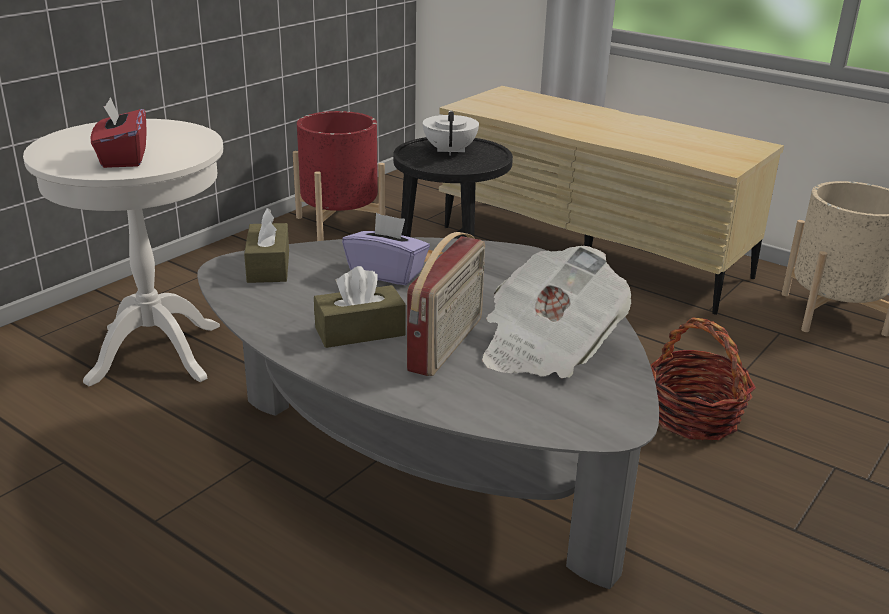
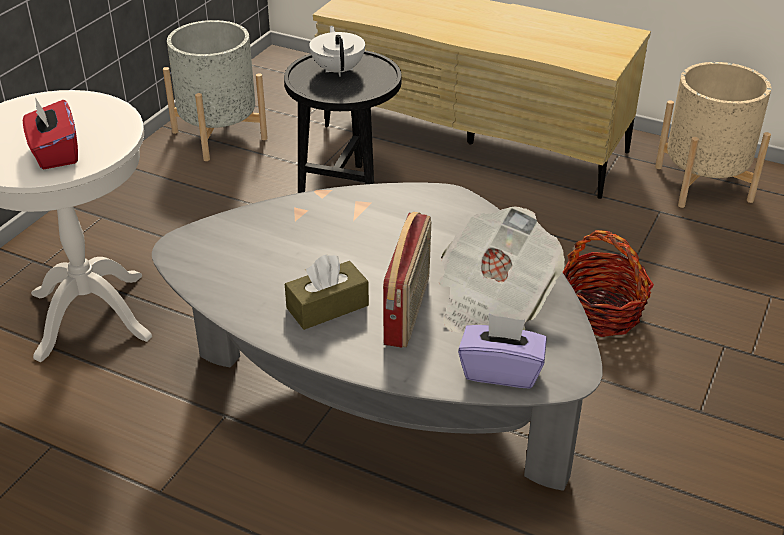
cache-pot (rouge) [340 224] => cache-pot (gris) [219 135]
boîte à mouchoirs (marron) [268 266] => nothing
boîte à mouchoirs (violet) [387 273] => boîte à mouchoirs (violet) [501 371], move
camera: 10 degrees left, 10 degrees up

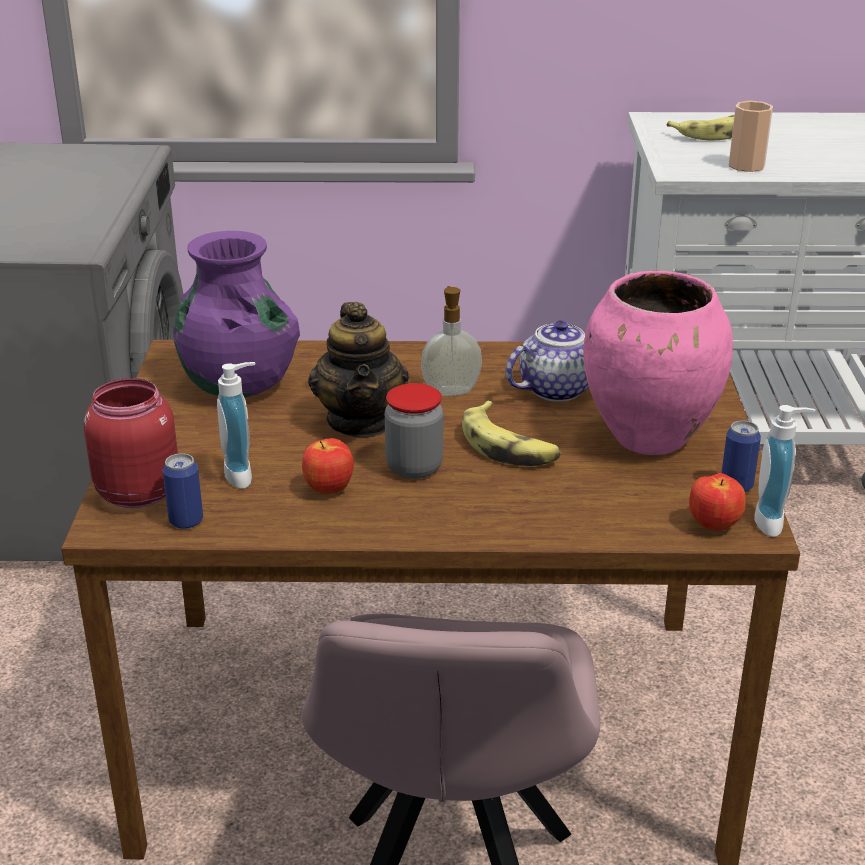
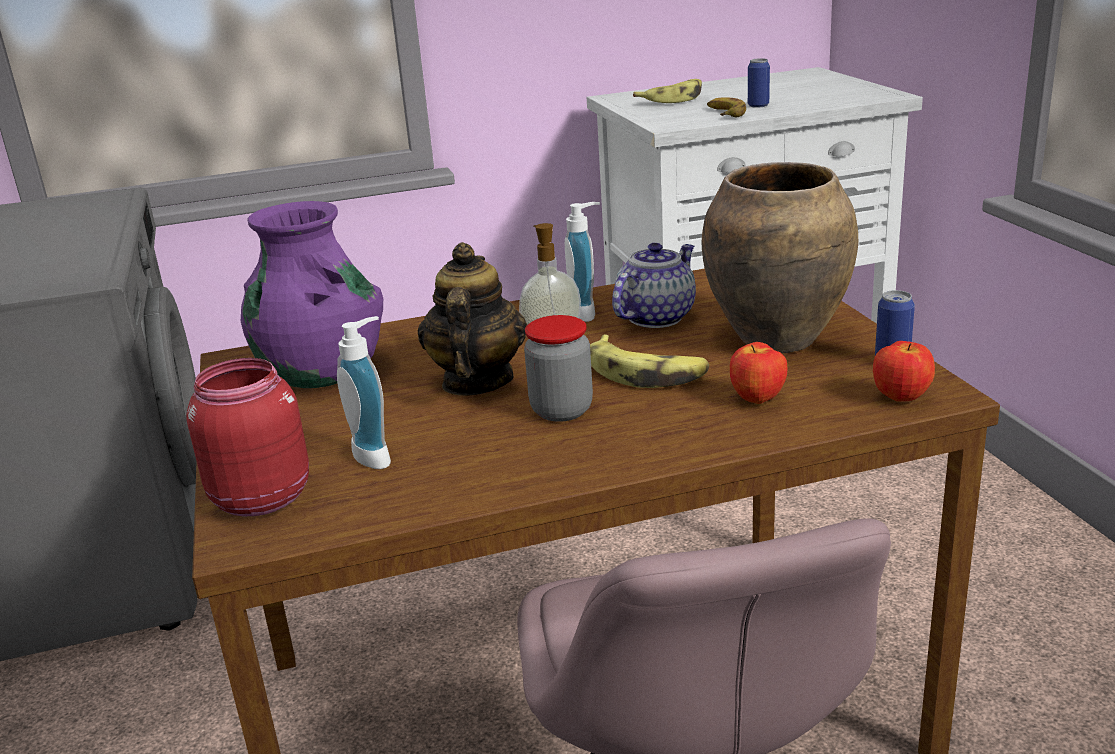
tasse [746 166] => banane [724 113]
vase (rose) [651 439] => vase (marron) [779 340]
théière [361 422] => théière [476 382], 150 degrees counterclockwise
distributeur de savon [775 522] => distributeur de savon [588 313], move
pomme [329 490] => pomme [757 400], move
boîte métallique [186 521] => boîte métallique [758 105], move
camera: 15 degrees left, 5 degrees down

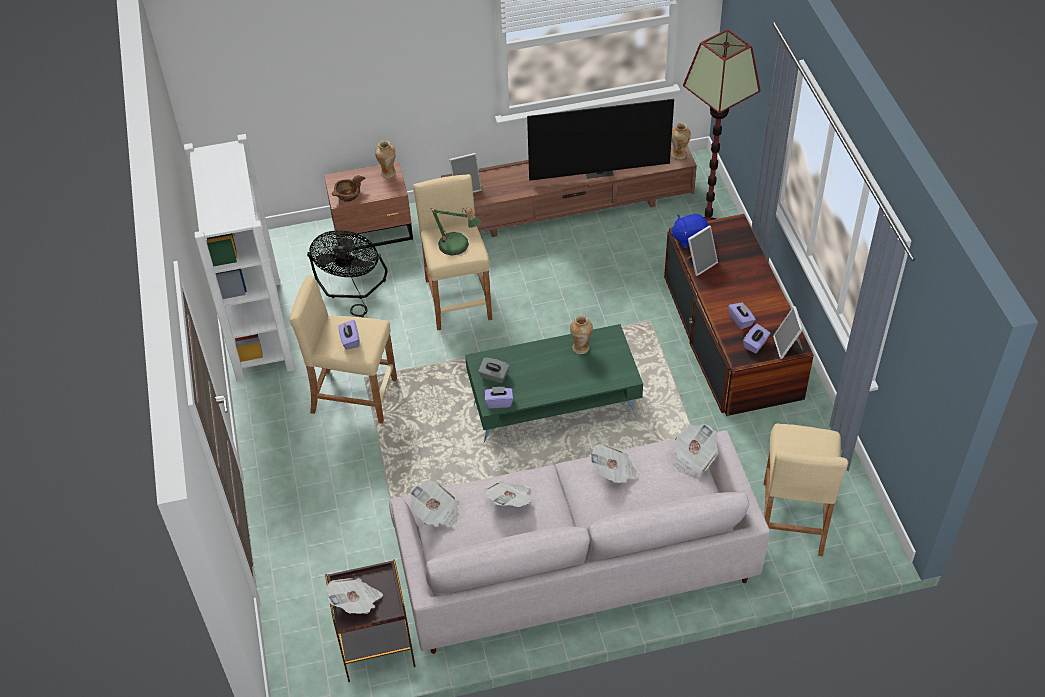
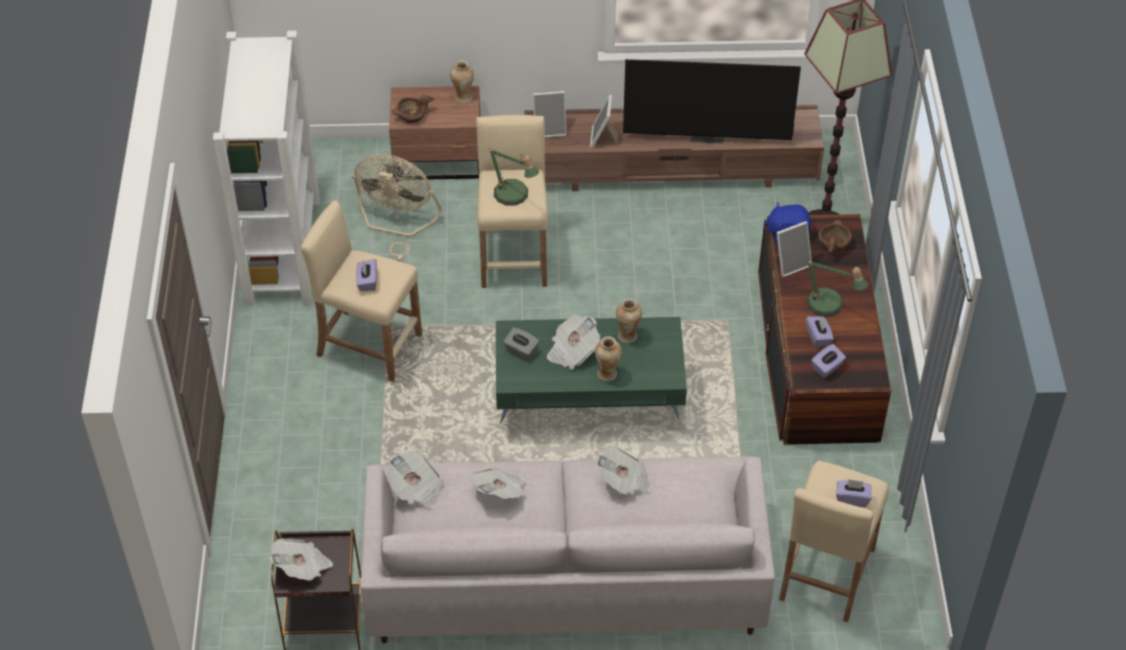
vase [679 154] => vase [607 374], move
ventilateur (noir) [351 290] => ventilateur (beige) [396 225]
cadre photo [787 346] => cadre photo [603 138], move
boîte à mouchoirs (violet) [499 402] => boîte à mouchoirs (violet) [852 499], move
journal [693 458] => journal [572 351], move
nothing => bol (marron) [833 244]
nothing => lampe de table [829 307]
camera: 10 degrees right, 0 degrees up

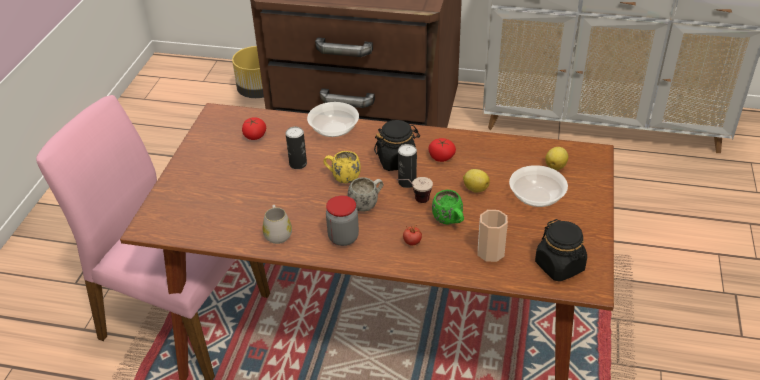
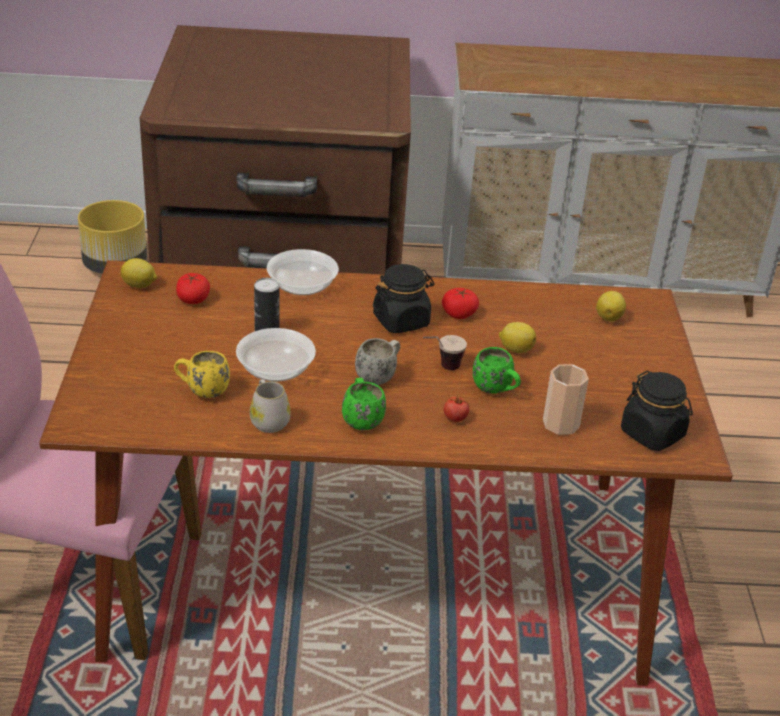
boîte métallique [407 182] => nothing
mug (jaune) [342 178] => mug (jaune) [202 391], move
bol [536 197] => bol [275 370], move
bocal [343 238] => mug (vert) [361 419]
nothing => citron [139 285]
camera: 15 degrees left, 5 degrees down

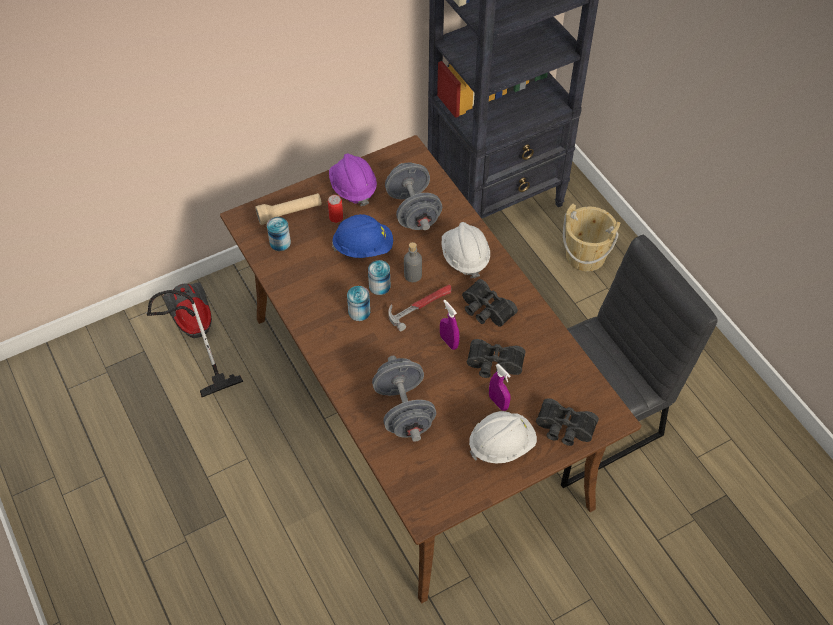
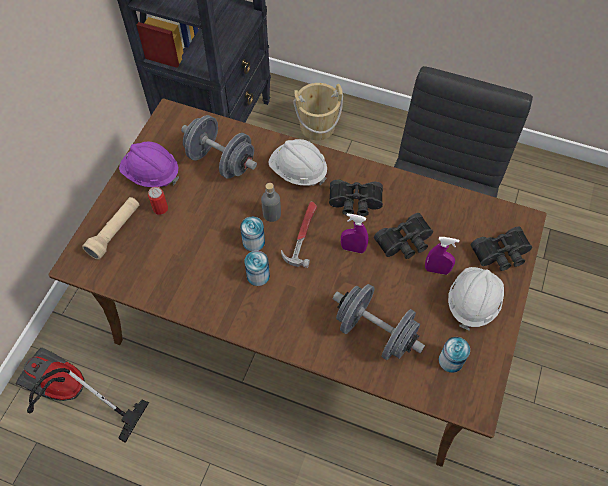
casque de chantier (bleu) [363 247] => nothing
boîte métallique [280 242] => boîte métallique [450 360], move
camera: 40 degrees left, 5 degrees up

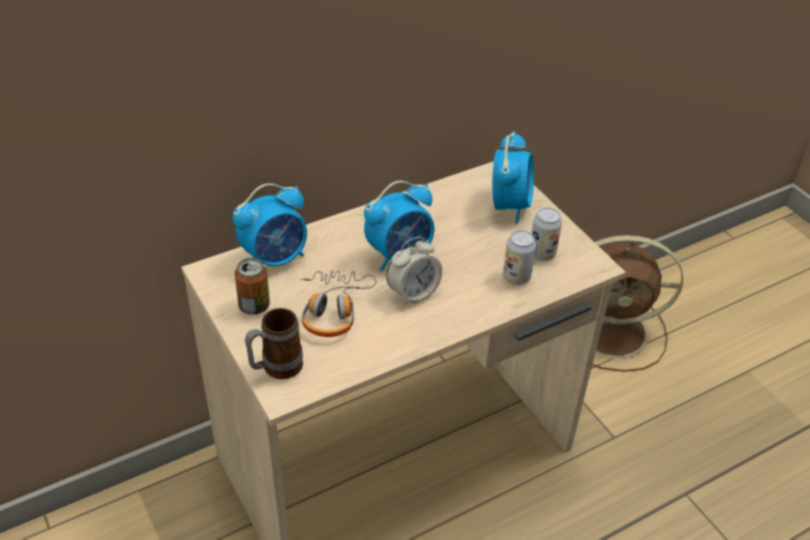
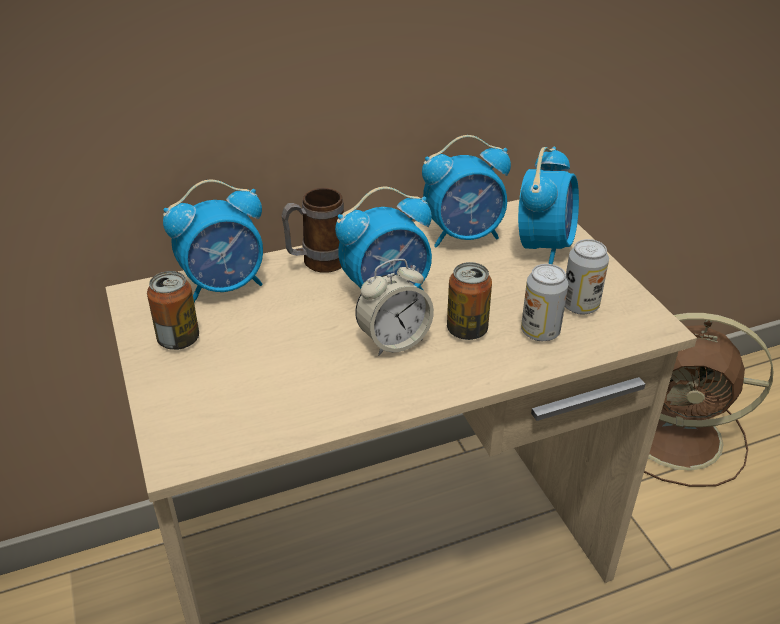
casque audio [333 310] => nothing
mug [275 369] => mug [316 263], move
nothing => réveil [464 236]
nothing => boîte métallique [467 330]
camera: 10 degrees right, 5 degrees down

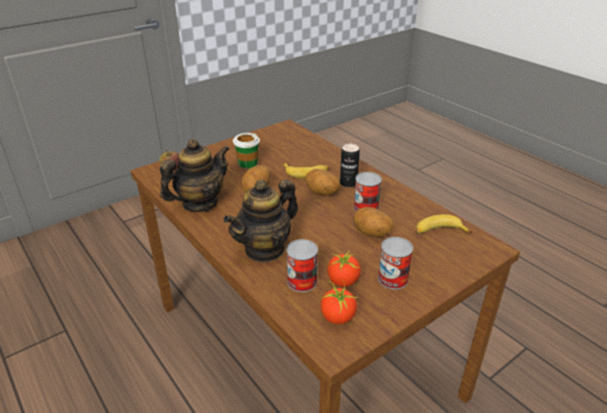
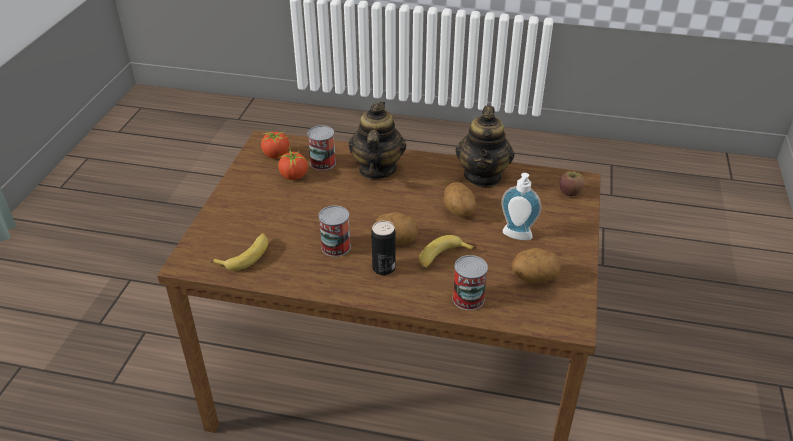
tasse [247 163] => distributeur de savon [516 237]
pomme de terre [371 234] => pomme de terre [534 278], move
boîte métallique [392 279] => boîte métallique [468 298], move
camera: 140 degrees right, 5 degrees up

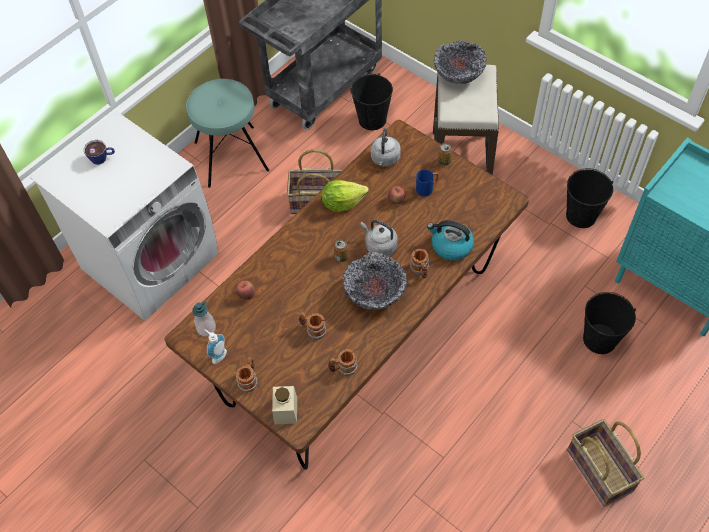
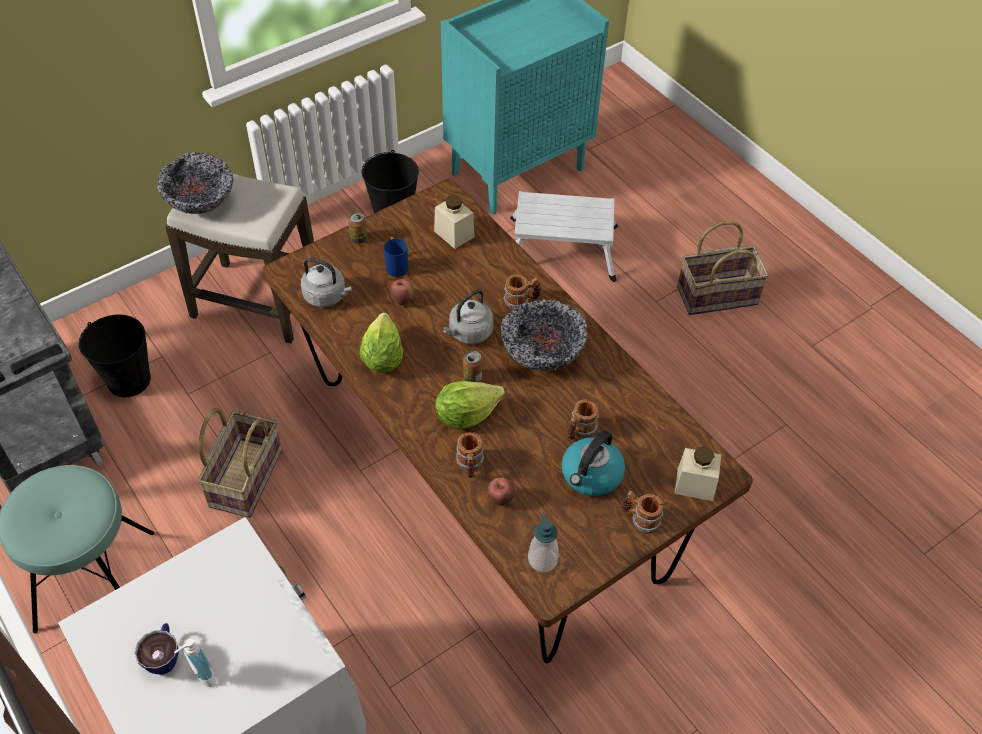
bouilloire [451 246] => bouilloire [591 475], move
seau (noir) [600 339] => escabeau (blanc) [562 248]
distributeur de savon [217 355] => distributeur de savon [201 676], move
mug [343 368] => mug [470 465], move
nothing => bocal (beige) [454 234]
nothing => laitue [466 415]
camera: 80 degrees left, 5 degrees down

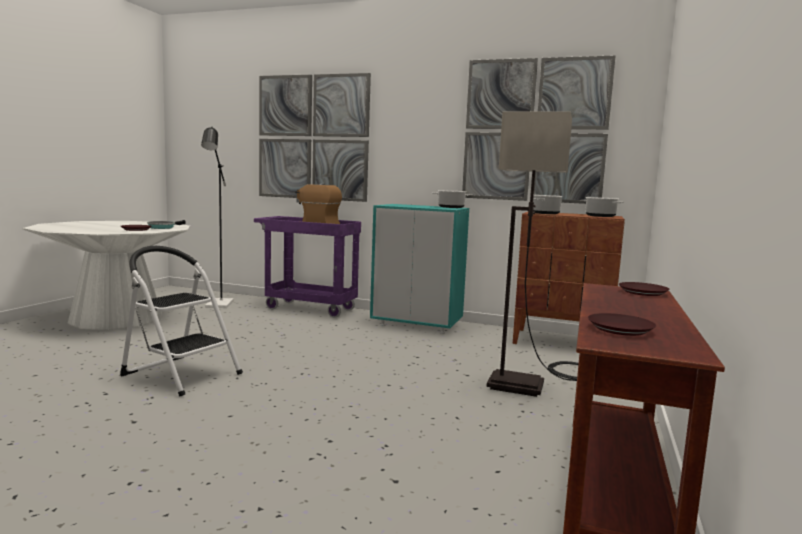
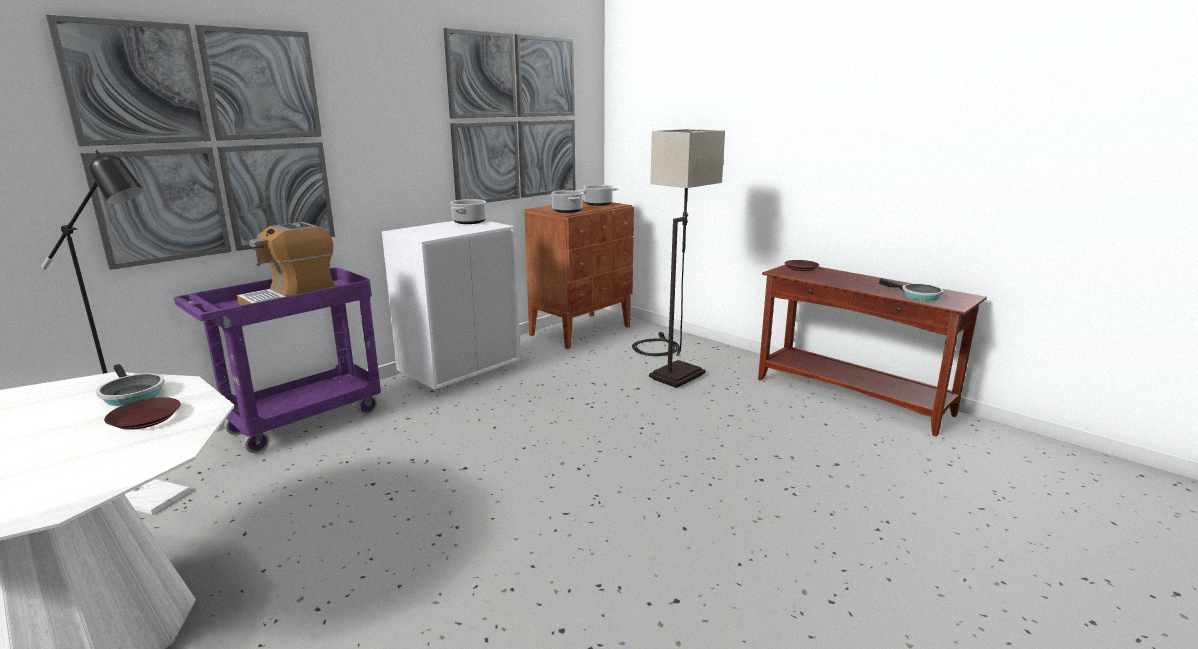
meuble de rangement (turquoise) [418 324] => meuble de rangement (blanc) [460 373]
escabeau [180 374] => nothing
assiette (marron) [619 329] => poêle [917 295]
camera: 65 degrees left, 10 degrees up

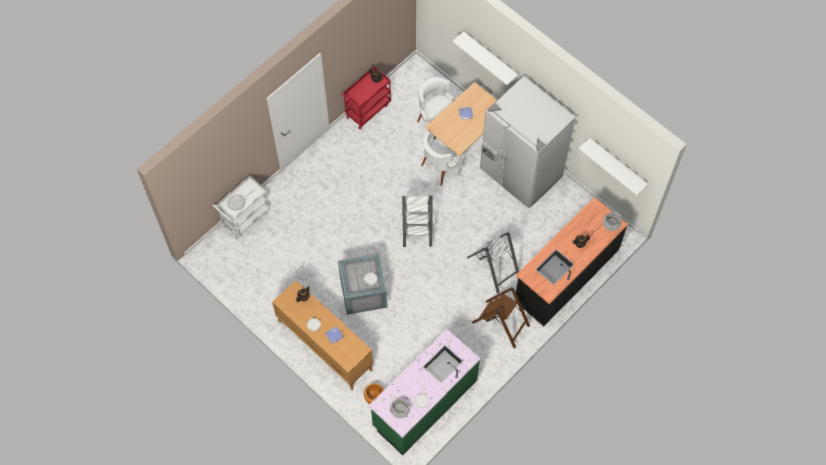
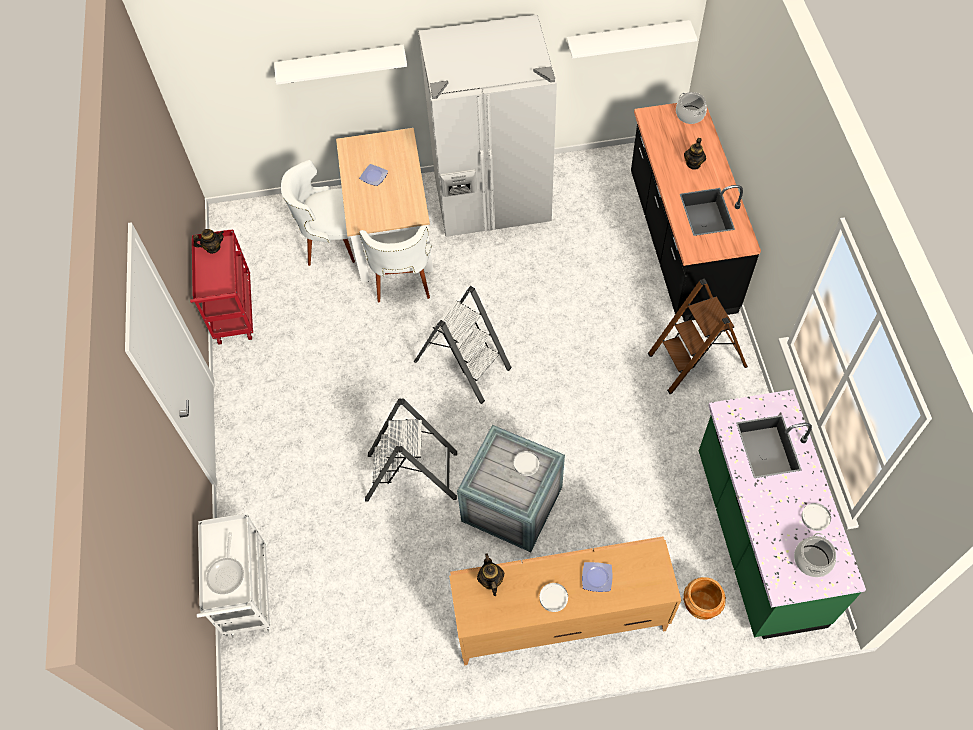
escabeau (gris) [494 267] => escabeau (gris) [413 475], move
camera: 50 degrees left, 5 degrees down

